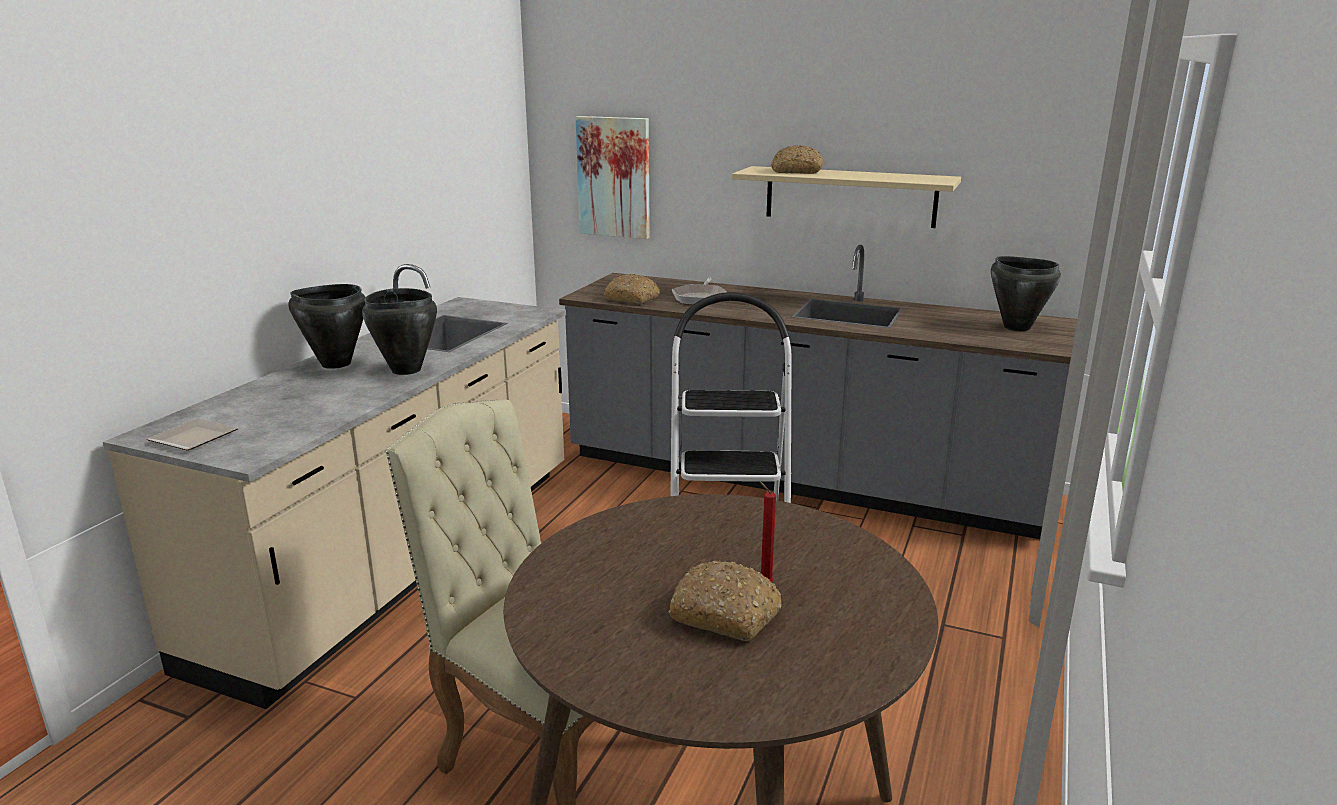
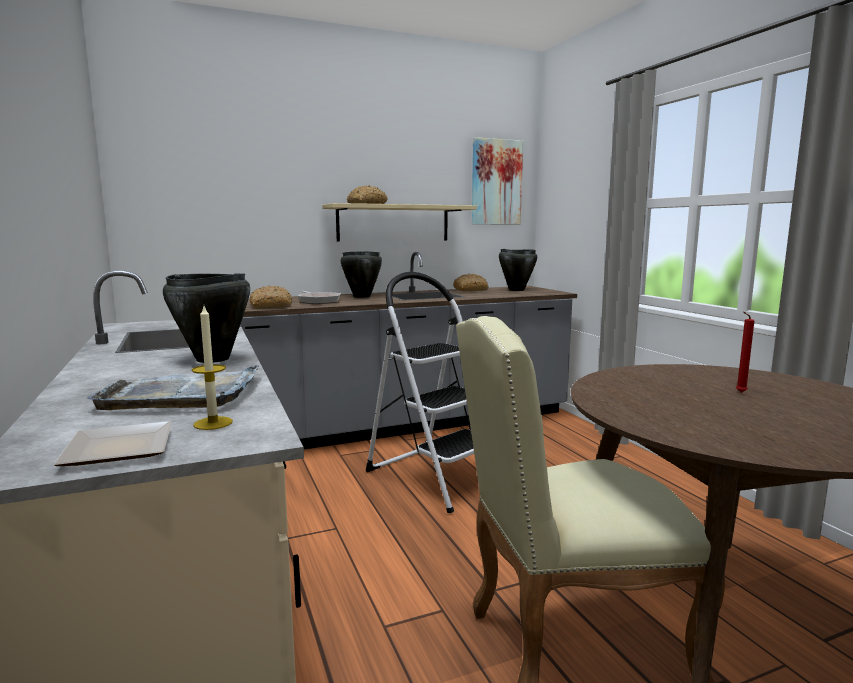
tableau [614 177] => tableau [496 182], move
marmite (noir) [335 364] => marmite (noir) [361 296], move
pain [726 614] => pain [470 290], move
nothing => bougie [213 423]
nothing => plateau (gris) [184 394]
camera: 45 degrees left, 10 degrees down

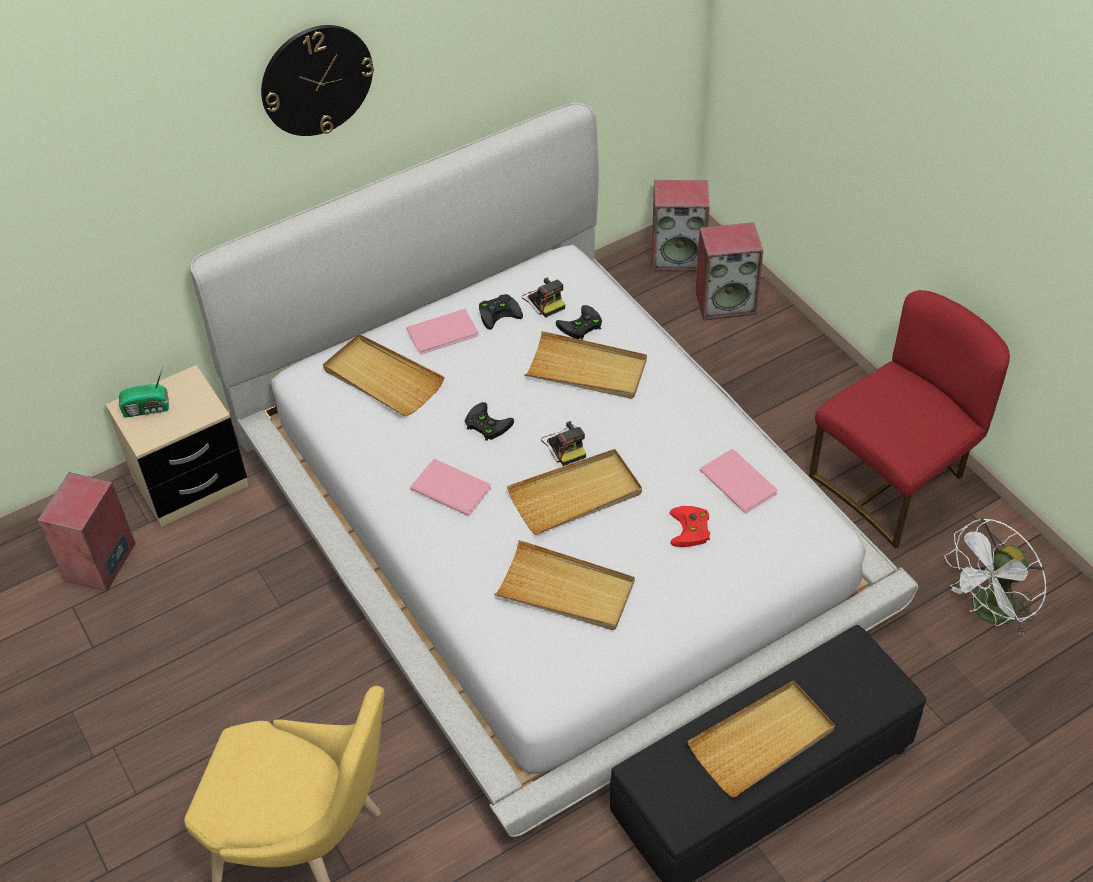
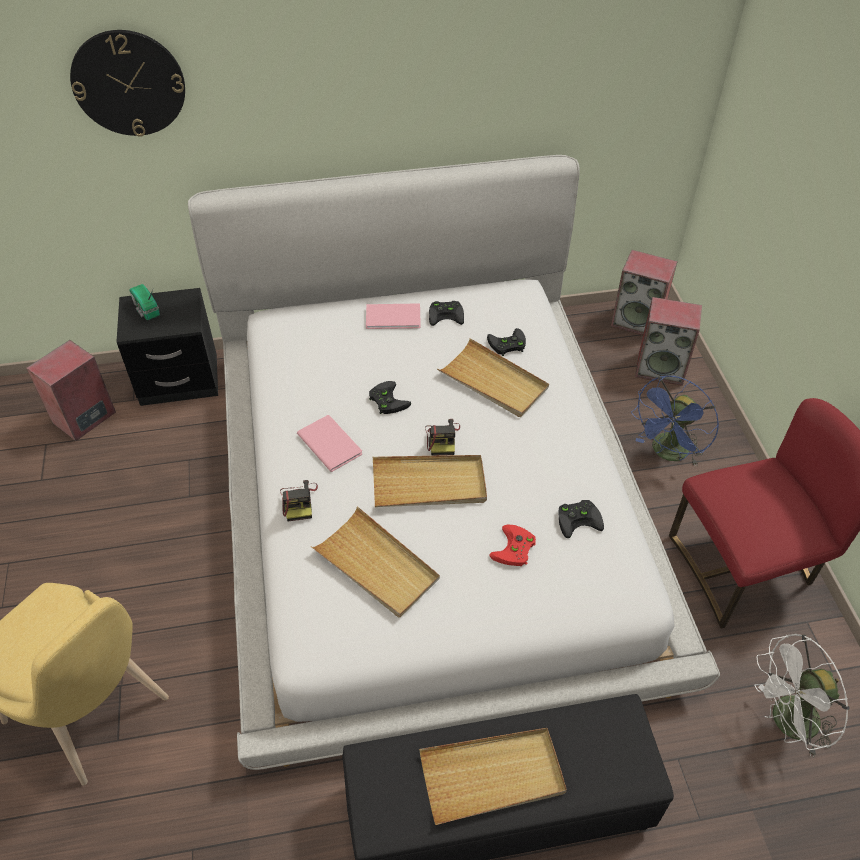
horloge murale [316 80] => horloge murale [128 83], move
appareil photo [544 300] => appareil photo [299 502], move
plateau (beige) [382 378] => nothing
table de chevet (beige) [190 482] => table de chevet (noir) [179 380]
radio [148 409] => radio [146 309], 45 degrees clockwise
livre (rose) [738 480] => manette (noir) [579 519]
nothing => ventilateur (bleu) [667 454]
camera: 20 degrees right, 0 degrees up

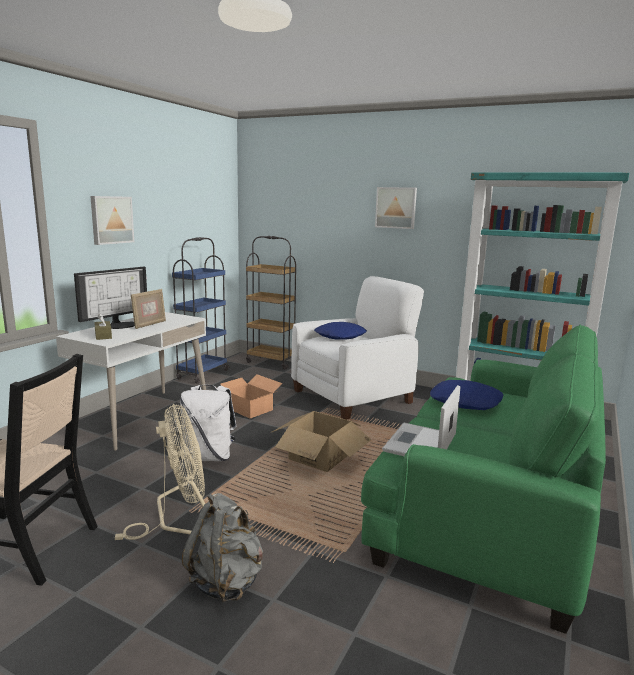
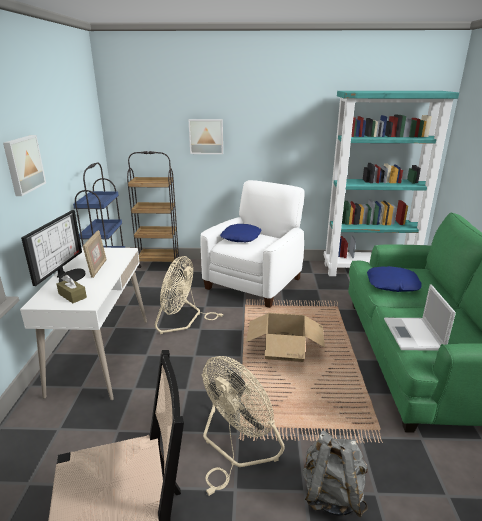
tableau [396 207] => tableau [206 136], move
carton [248 409] => ventilateur (beige) [186 318]
sac à dos (blanc) [209 456] => nothing
camera: 25 degrees left, 10 degrees up

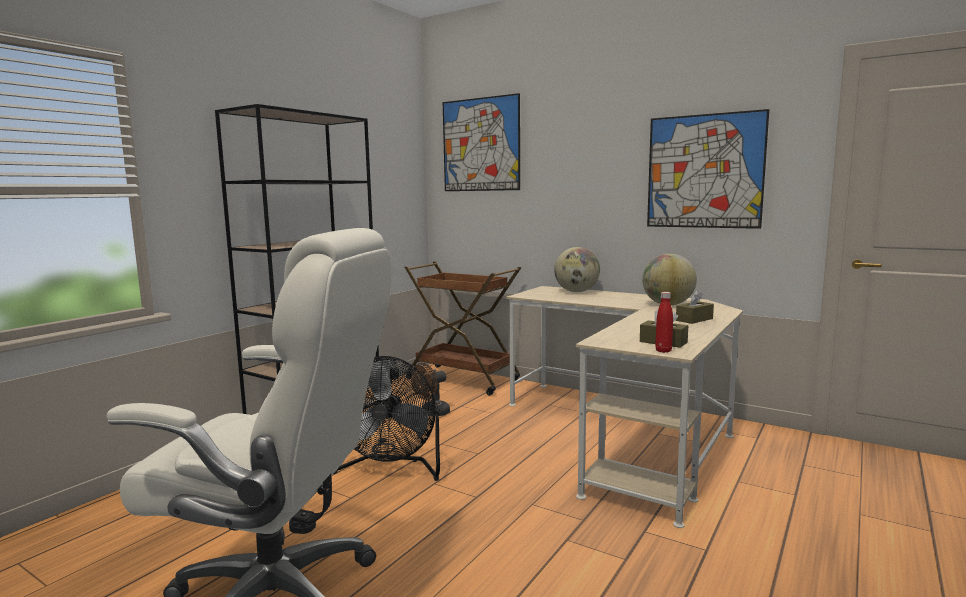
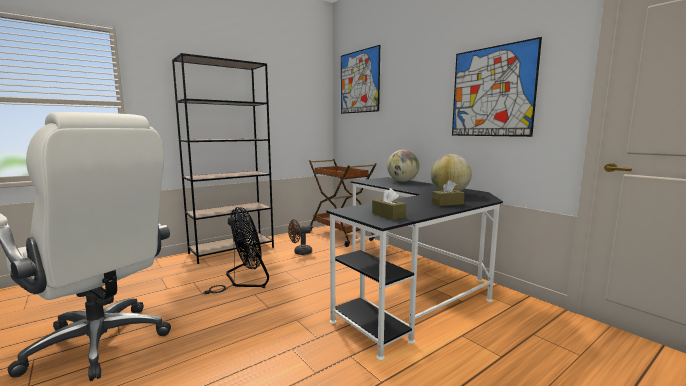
bureau (beige) [628 433] => bureau (noir) [412 285]
bouteille (rouge) [663 351] => nothing
ventilateur (noir) [387 466] => ventilateur (noir) [241 279], 150 degrees counterclockwise
camera: 20 degrees right, 0 degrees up

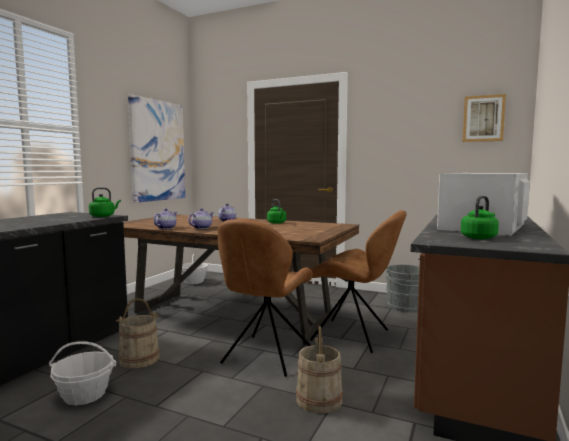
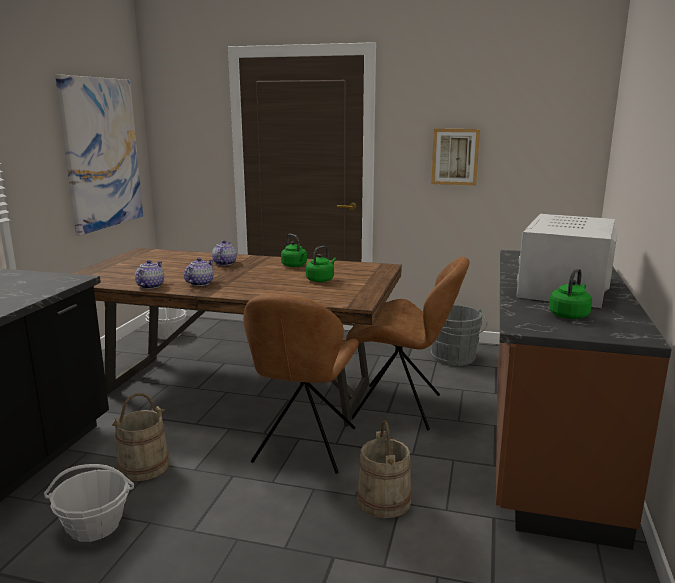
tableau [483 118] => tableau [455 156], move
bouilloire (vert) [103 216] => bouilloire (vert) [321 280], move
camera: 10 degrees left, 10 degrees up

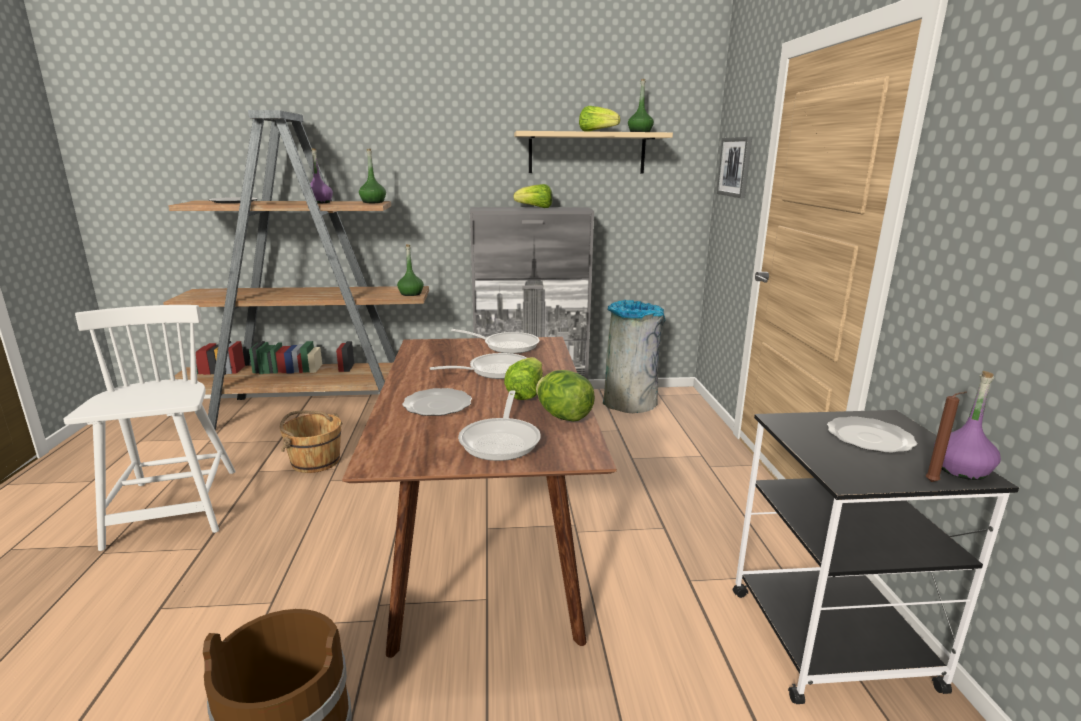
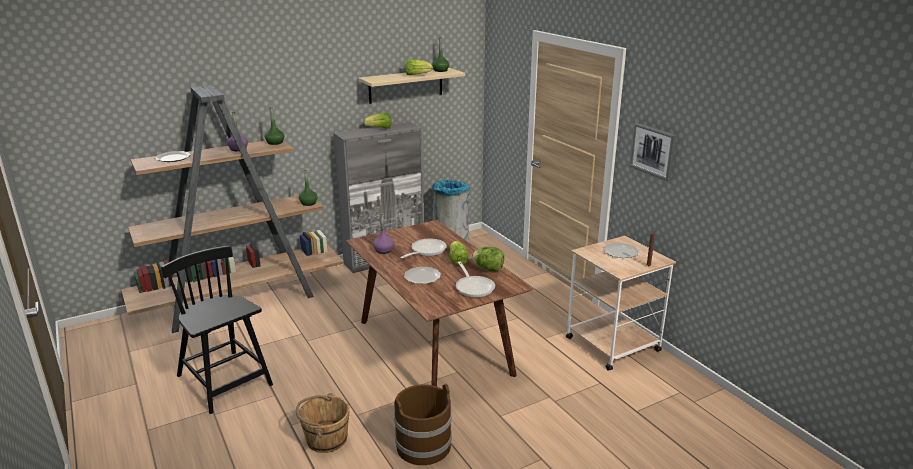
tableau [735 167] => tableau [653 151], move
chaise (blanc) [175 508] => chaise (noir) [225 381]
poêle [506 346] => nothing
bouteille (violet) [961 470] => bouteille (violet) [383 250], move
chariot (noir) [831 642] => chariot (beige) [613 345]
seau (marron) [315 461] => seau (marron) [326 439], move
camera: 25 degrees left, 5 degrees up

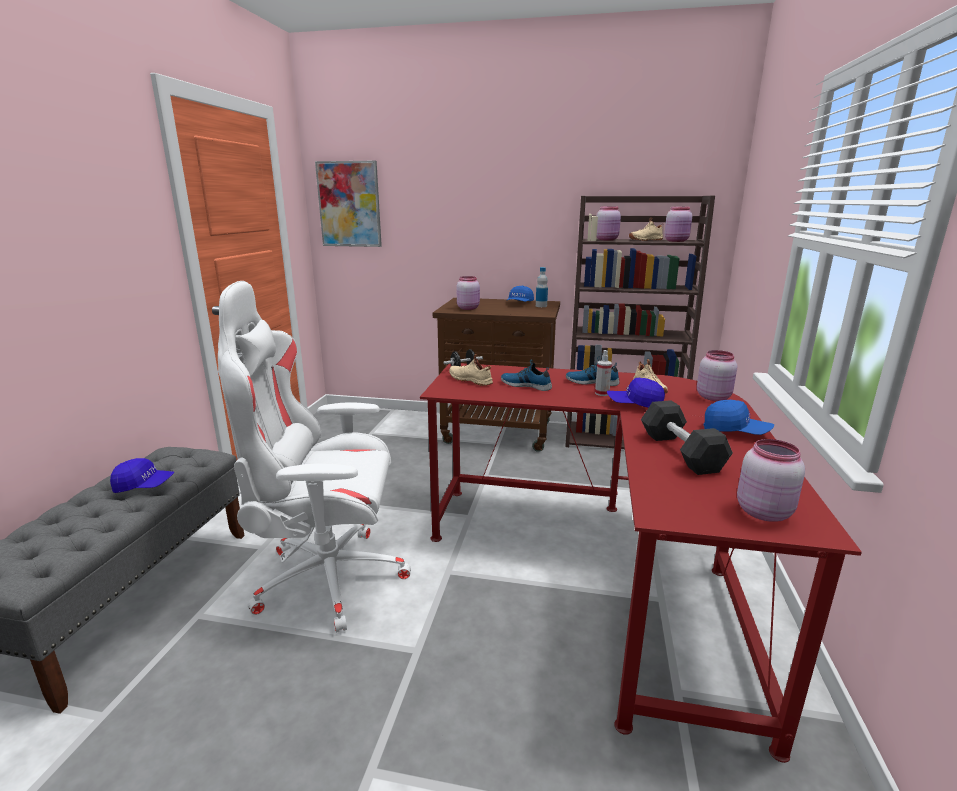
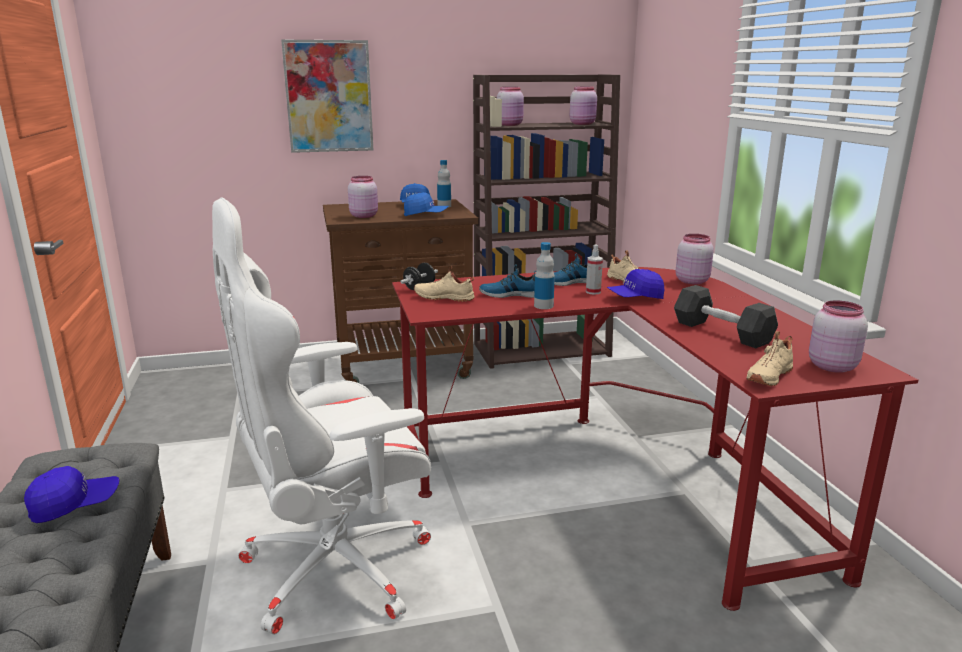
tableau [349 204] => tableau [328 96], move
chaussure (beige) [645 240] => chaussure (beige) [767 376], move
casquette (bleu) [735 431] => casquette (bleu) [426 215], move
nothing => bouteille [543 306]
camera: 25 degrees left, 0 degrees up

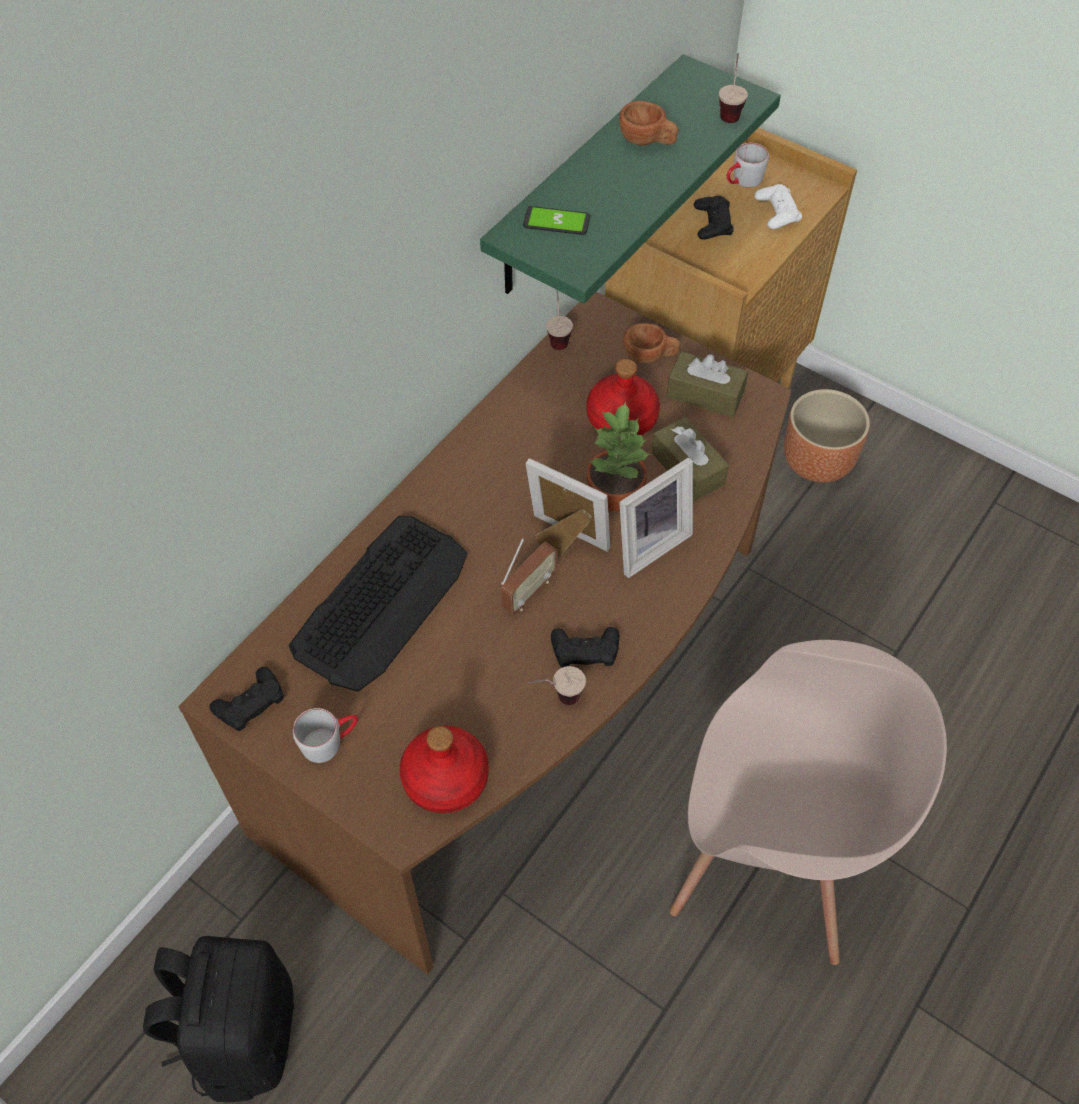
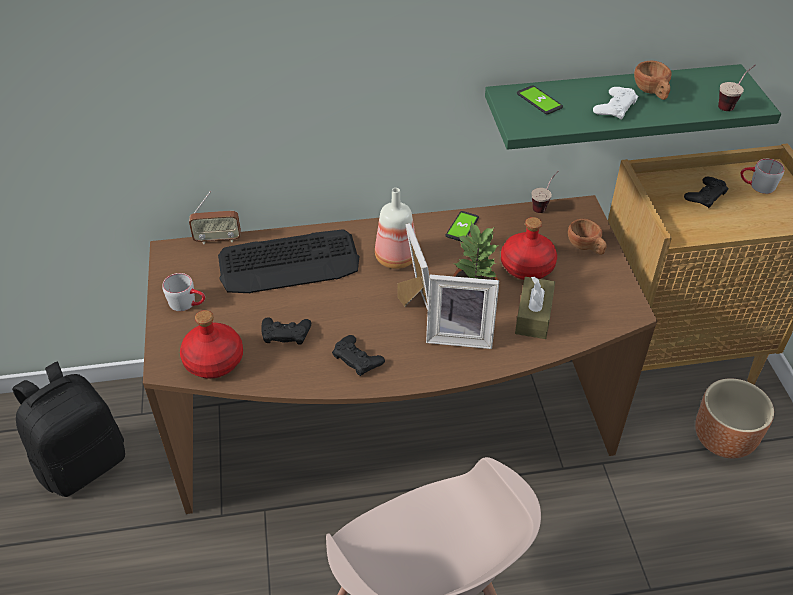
manette (blanc) [777 211] => manette (blanc) [615 107], move
boîte à mouchoirs (marron) [705 394] => nothing
radio [529 592] => radio [217 239], move
tasse [556 699] => nothing
manette (noir) [250 702] => manette (noir) [285 333], move
nothing => bouteille [395 257]
nothing => téléphone [462 227]
camera: 45 degrees right, 10 degrees down

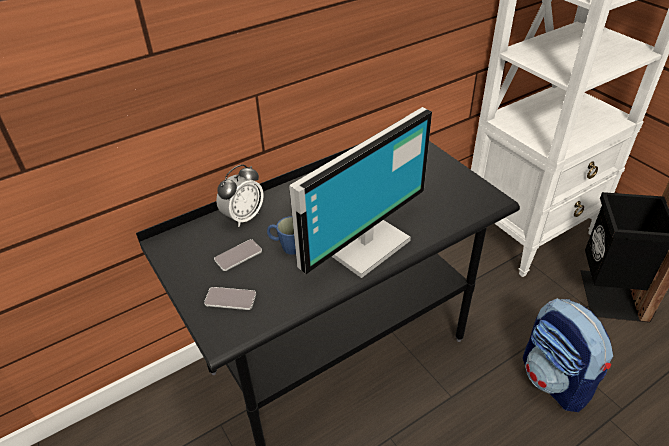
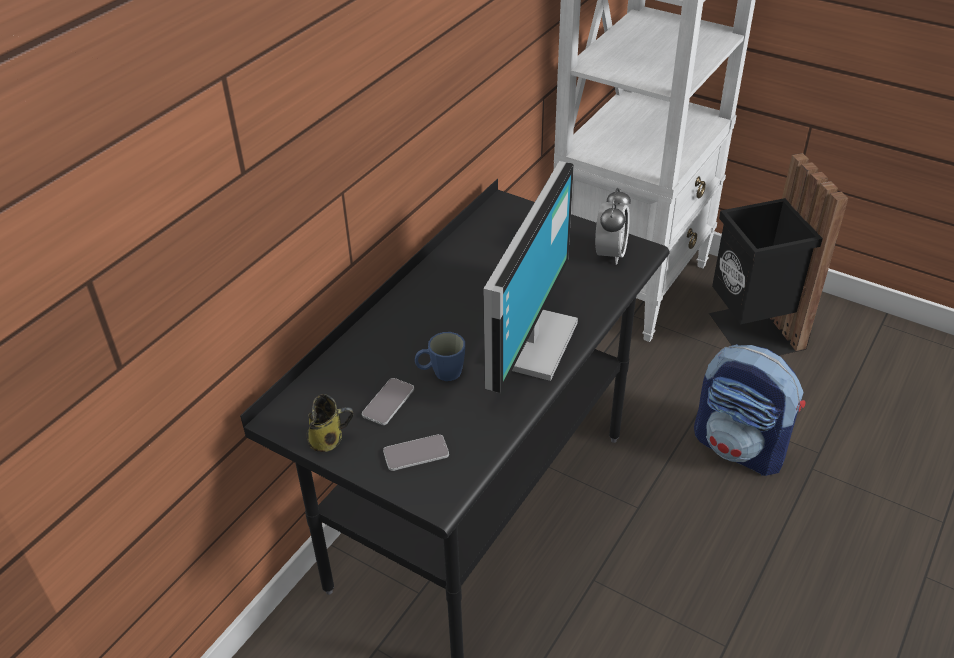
réveil [243 217] => réveil [610 254], move
nothing => mug [328 439]
camera: 25 degrees left, 0 degrees up

